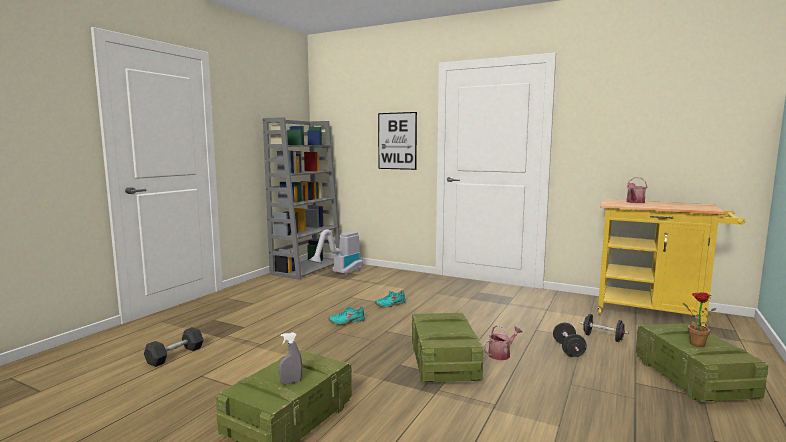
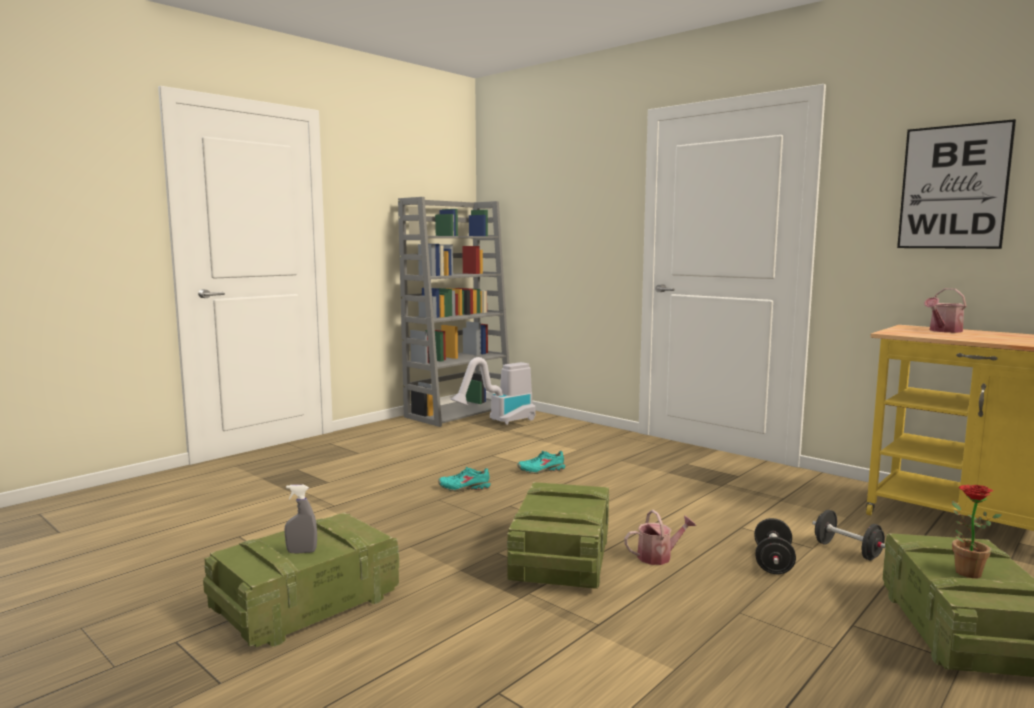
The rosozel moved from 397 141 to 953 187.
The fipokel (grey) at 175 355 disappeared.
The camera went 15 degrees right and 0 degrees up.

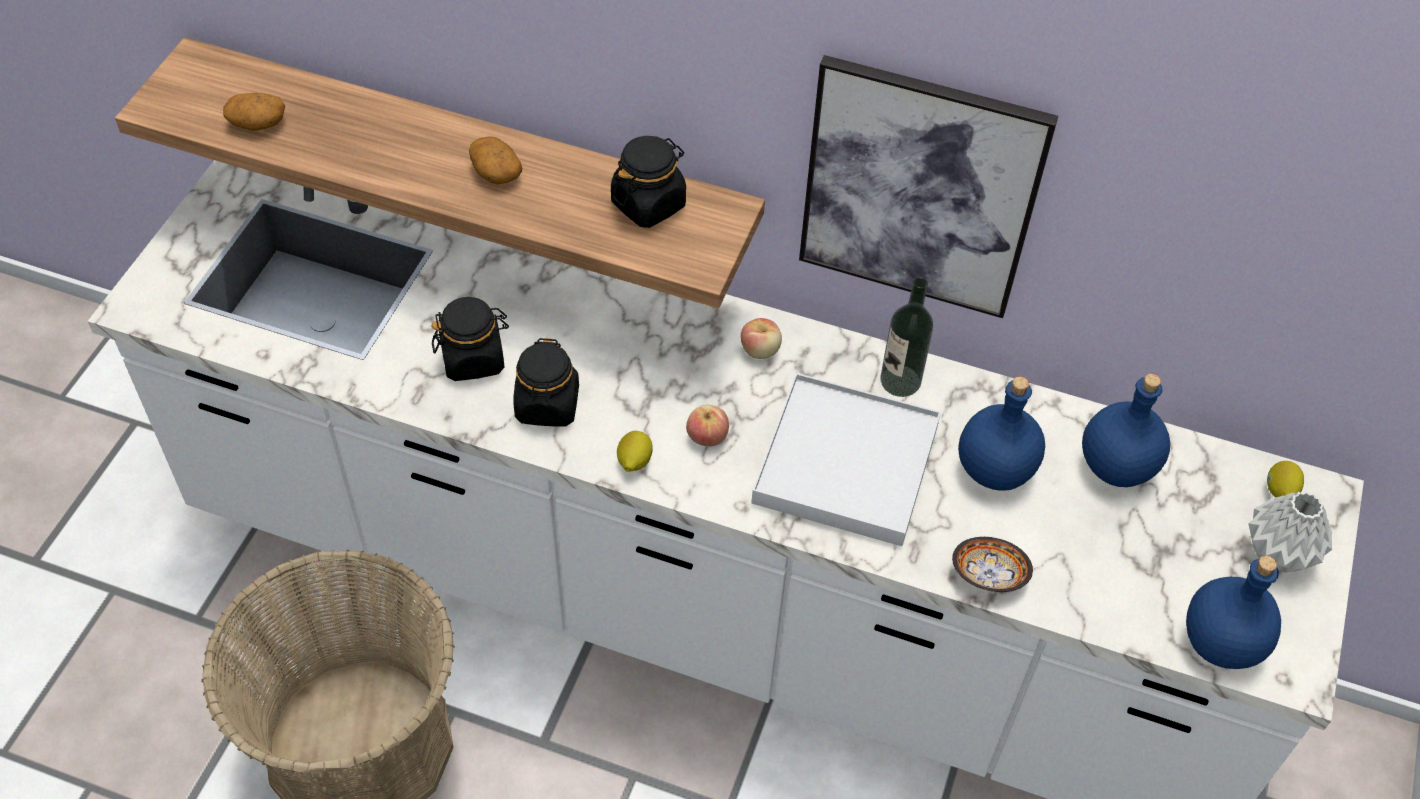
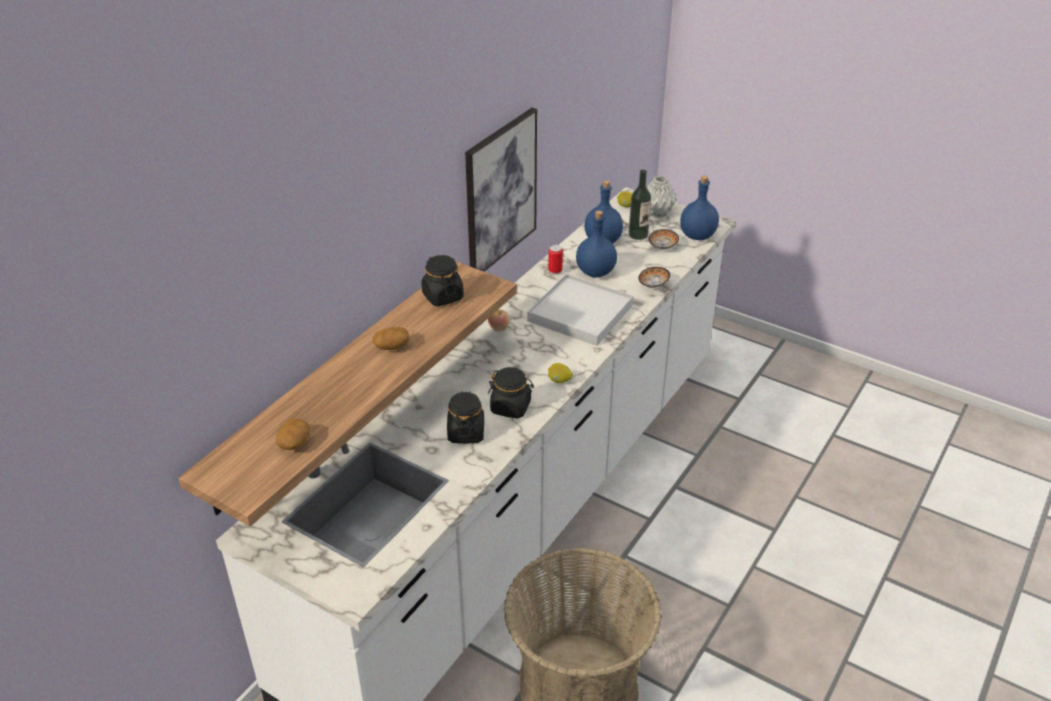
The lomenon moved from 900 381 to 638 234.
The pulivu at 707 437 disappeared.
The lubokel at 663 247 appeared.
The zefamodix at 555 271 appeared.
The camera went 75 degrees left and 15 degrees down.

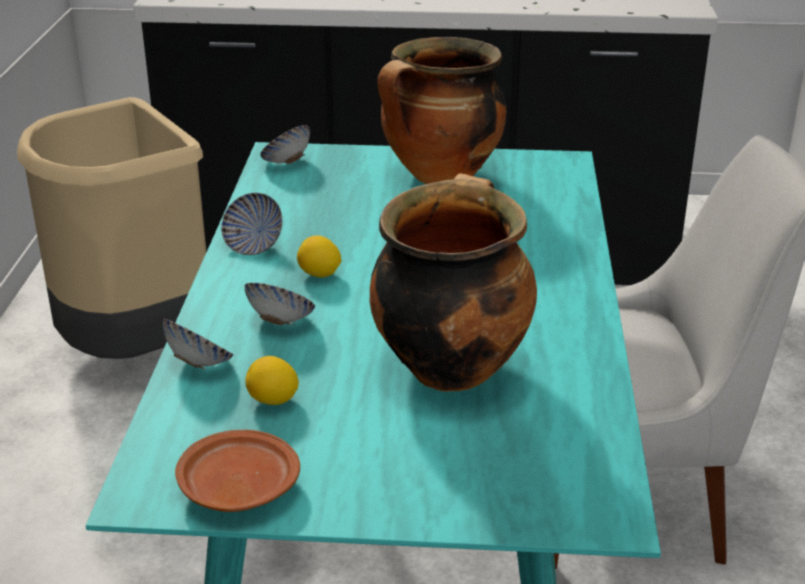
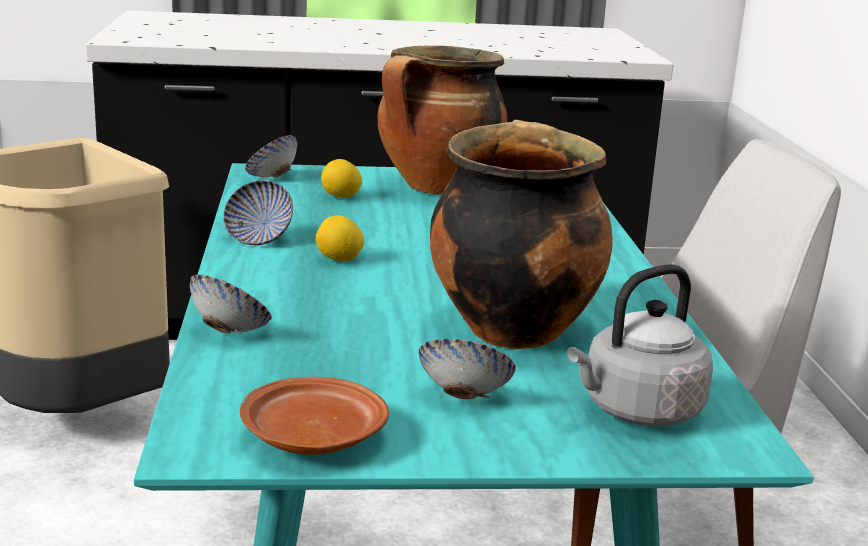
The lubokel moved from 280 322 to 464 397.
The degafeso moved from 273 401 to 341 197.
The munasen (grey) at 637 411 appeared.
The camera went 10 degrees left and 10 degrees down.

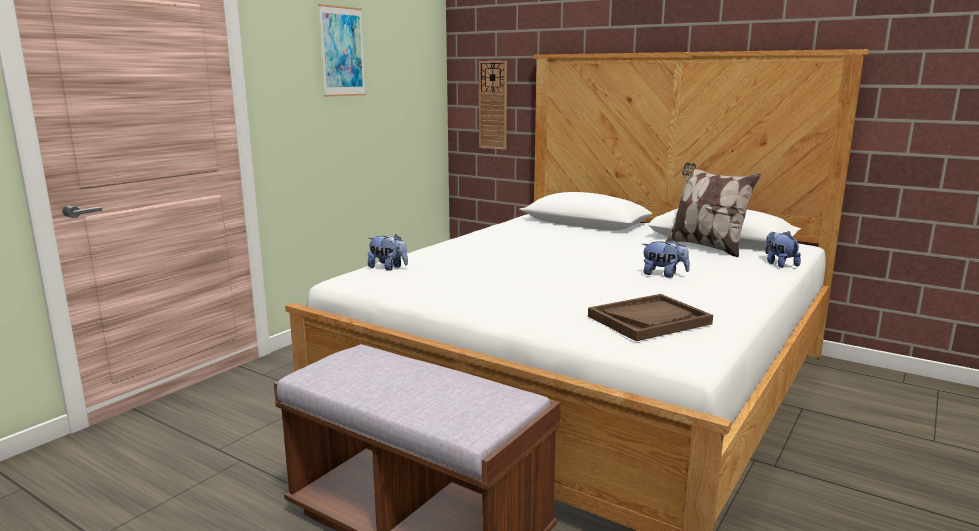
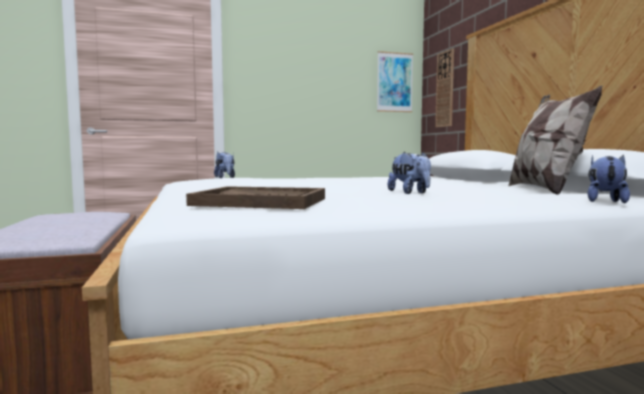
The rosozel moved from 342 51 to 394 82.
The camera went 40 degrees right and 10 degrees down.

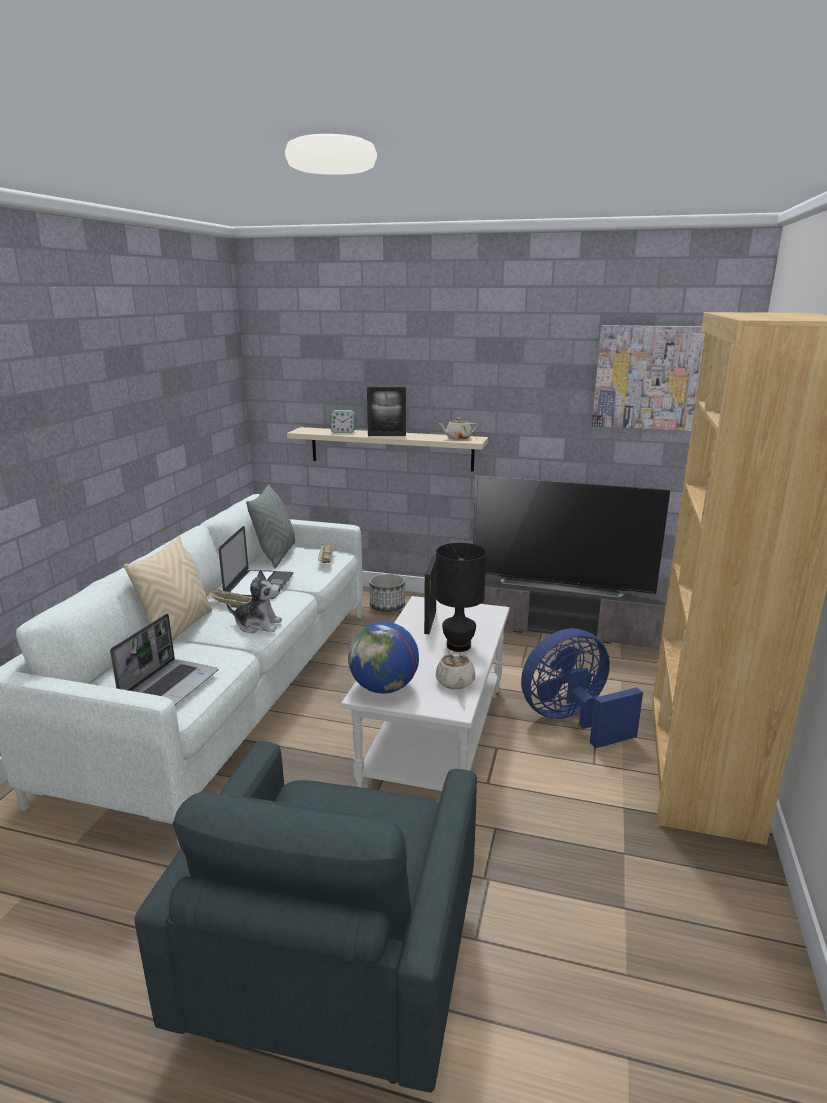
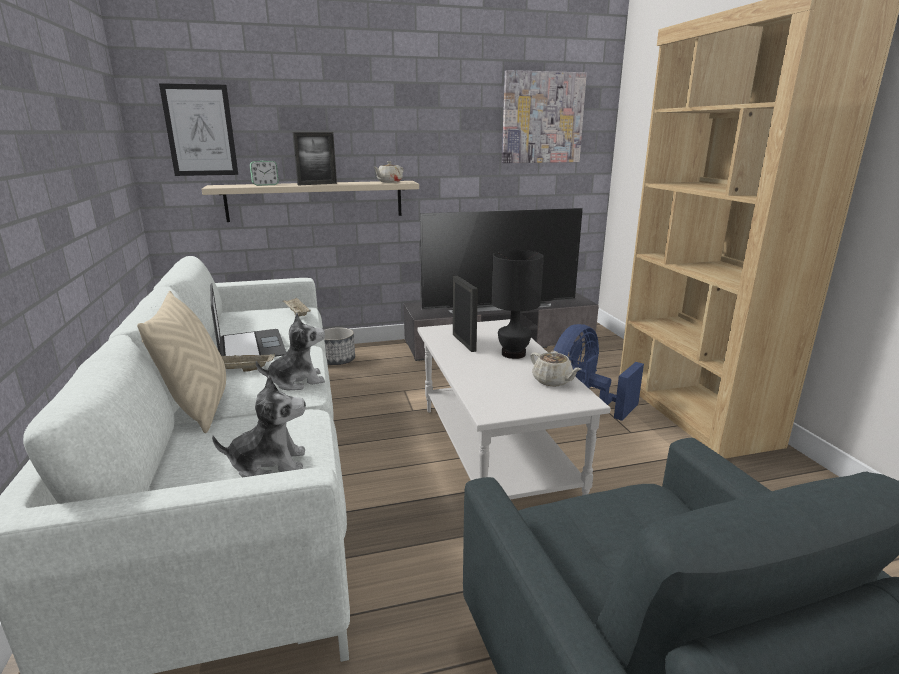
The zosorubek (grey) at 276 555 disappeared.
The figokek at 170 686 was replaced by the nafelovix at 269 464.
The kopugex at 384 688 disappeared.
The rosozel at 200 131 appeared.
The camera went 30 degrees left and 0 degrees up.

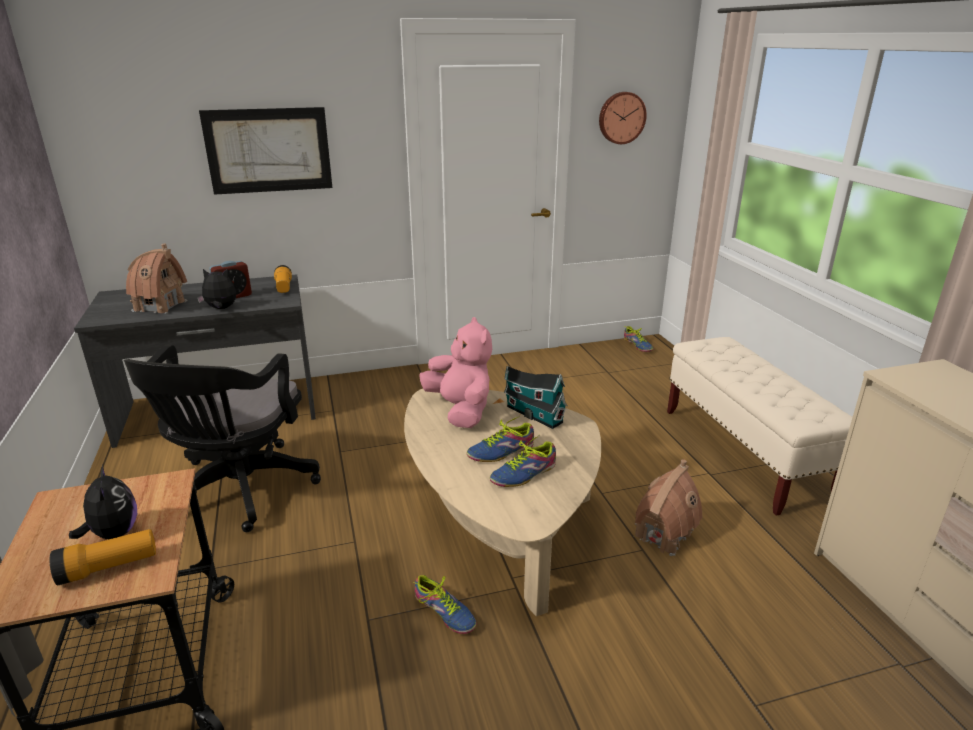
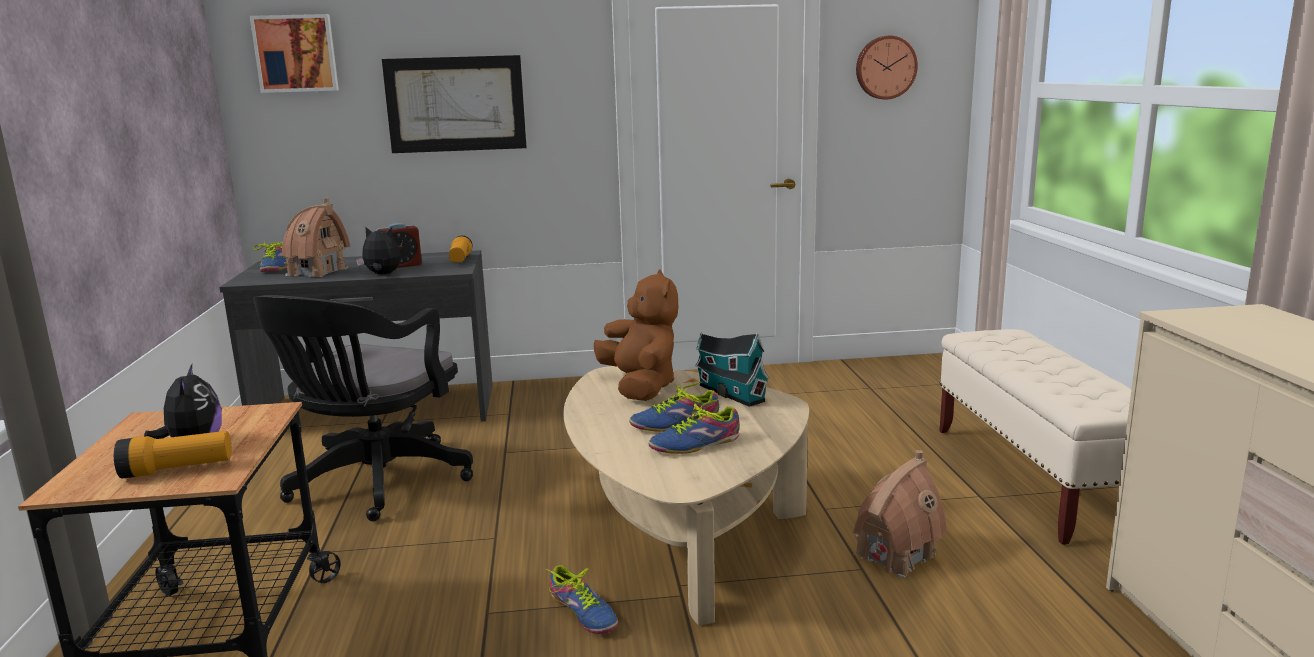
The nafelovix (pink) at 460 410 became the nafelovix (brown) at 640 387.
The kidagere moved from 638 345 to 275 267.
The rosozel at 296 53 appeared.
The camera went 10 degrees right and 10 degrees down.

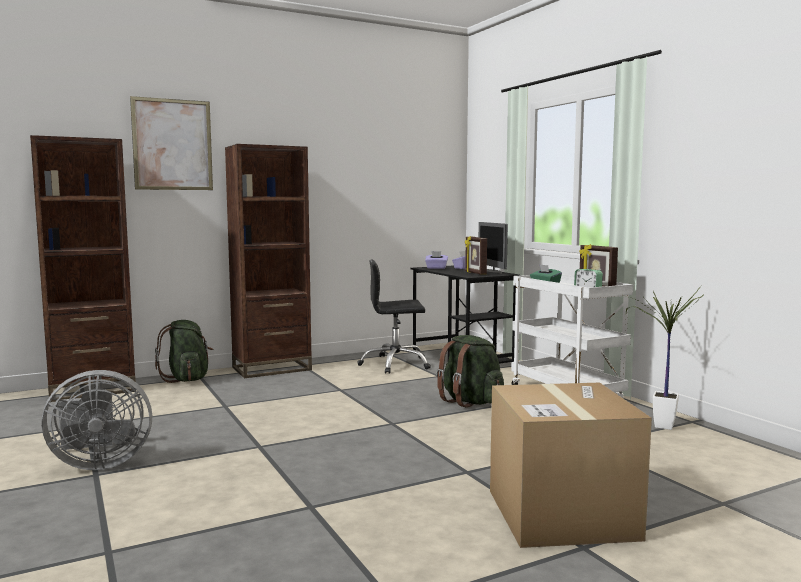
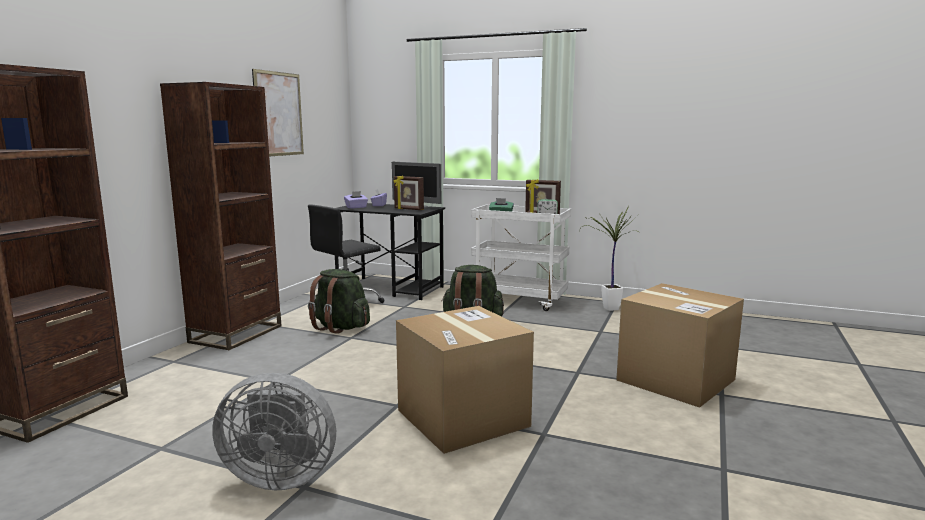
The rosozel moved from 172 144 to 279 114.
The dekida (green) moved from 187 379 to 340 328.
The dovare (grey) at 99 463 turned 60 degrees clockwise.
The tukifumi at 462 418 appeared.
The camera went 40 degrees left and 5 degrees up.

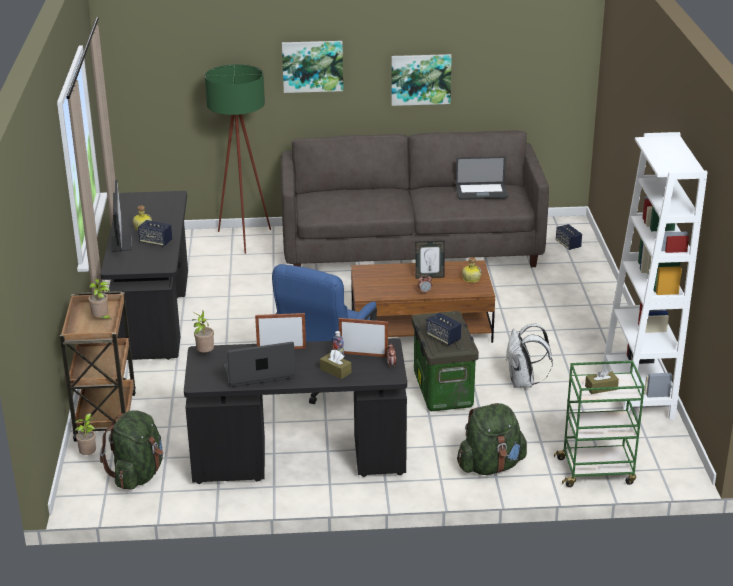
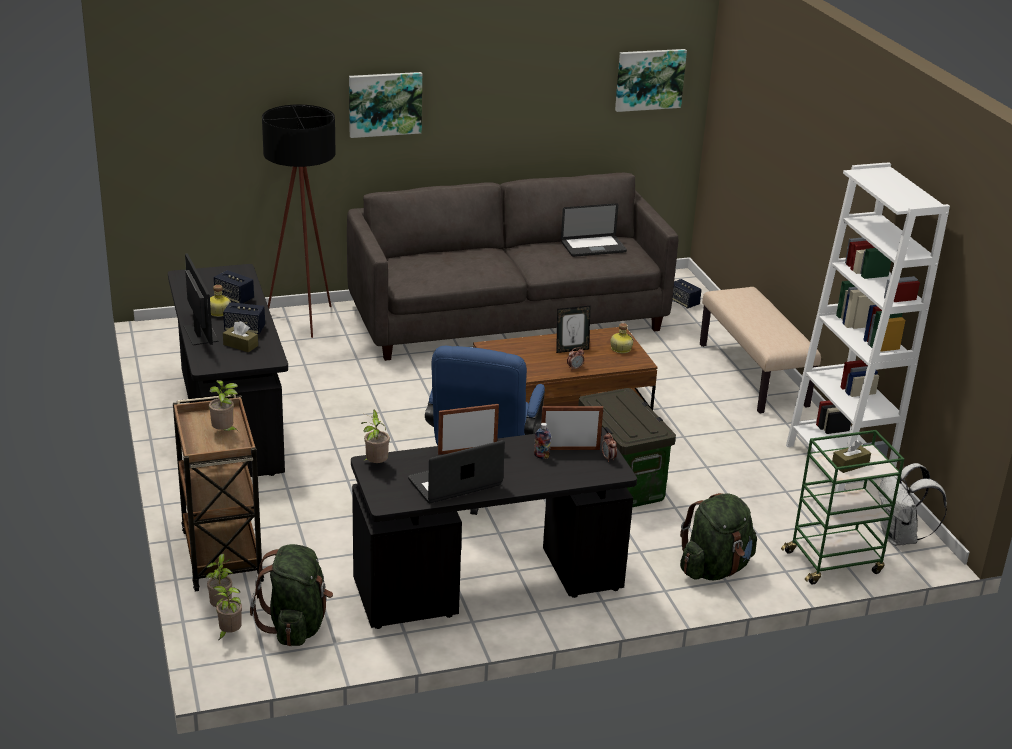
The rosozel moved from 420 79 to 649 79.
The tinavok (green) at 244 241 became the tinavok (black) at 304 323.
The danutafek moved from 443 338 to 234 298.
The dekida (white) moved from 523 383 to 900 538.
The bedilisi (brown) moved from 335 371 to 240 345.
The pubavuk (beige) at 753 375 appeared.
The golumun at 229 634 appeared.
The camera went 15 degrees left and 0 degrees up.

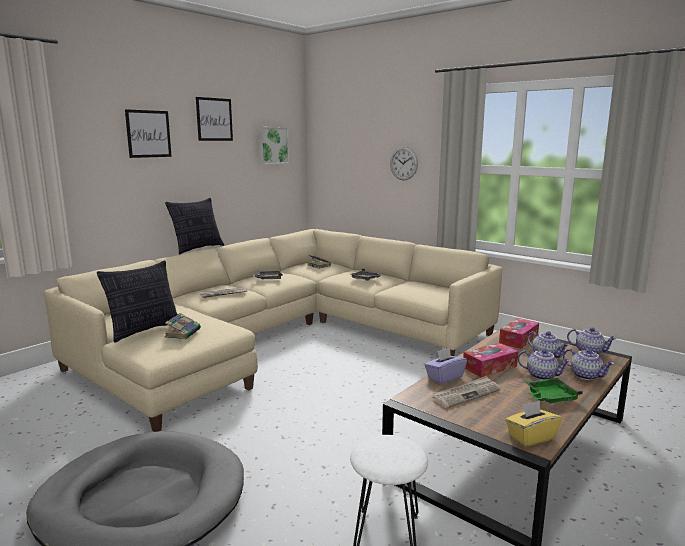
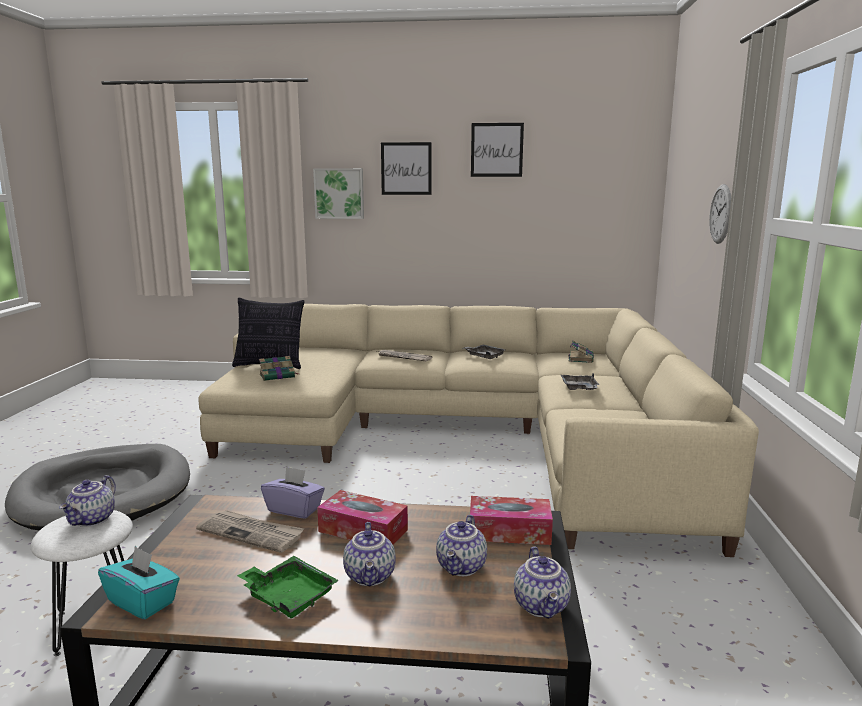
The rosozel moved from 272 145 to 339 193.
The zosorubek at 198 249 disappeared.
The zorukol moved from 586 376 to 93 520.
The bedilisi (yellow) at 531 437 became the bedilisi (turquoise) at 142 602.
The camera went 55 degrees right and 0 degrees up.

